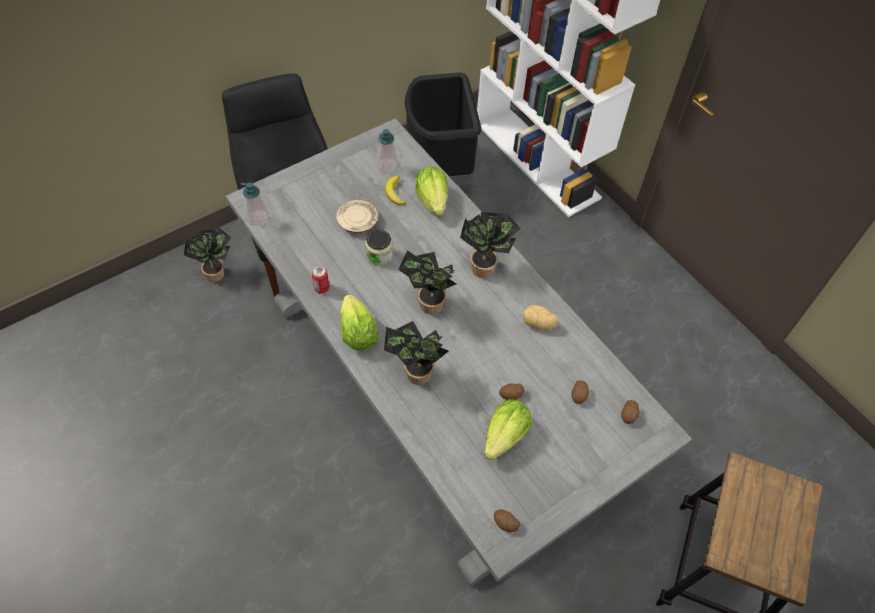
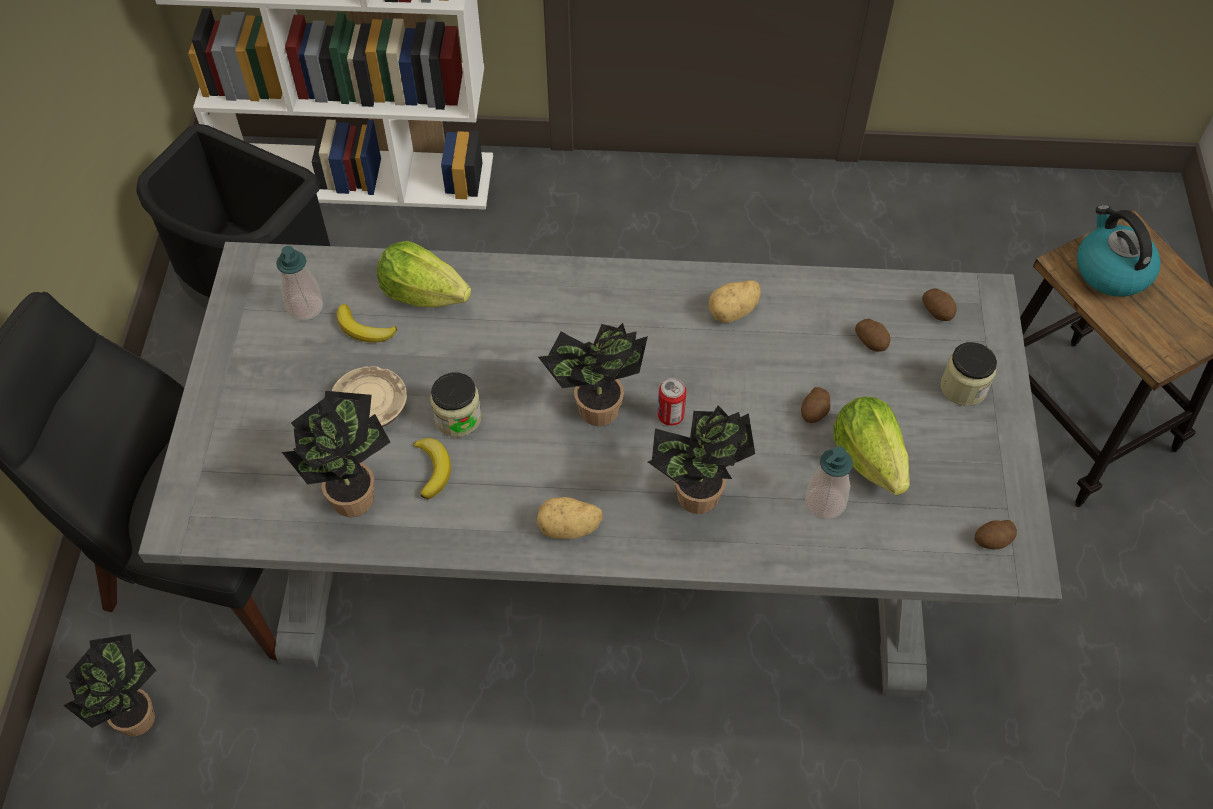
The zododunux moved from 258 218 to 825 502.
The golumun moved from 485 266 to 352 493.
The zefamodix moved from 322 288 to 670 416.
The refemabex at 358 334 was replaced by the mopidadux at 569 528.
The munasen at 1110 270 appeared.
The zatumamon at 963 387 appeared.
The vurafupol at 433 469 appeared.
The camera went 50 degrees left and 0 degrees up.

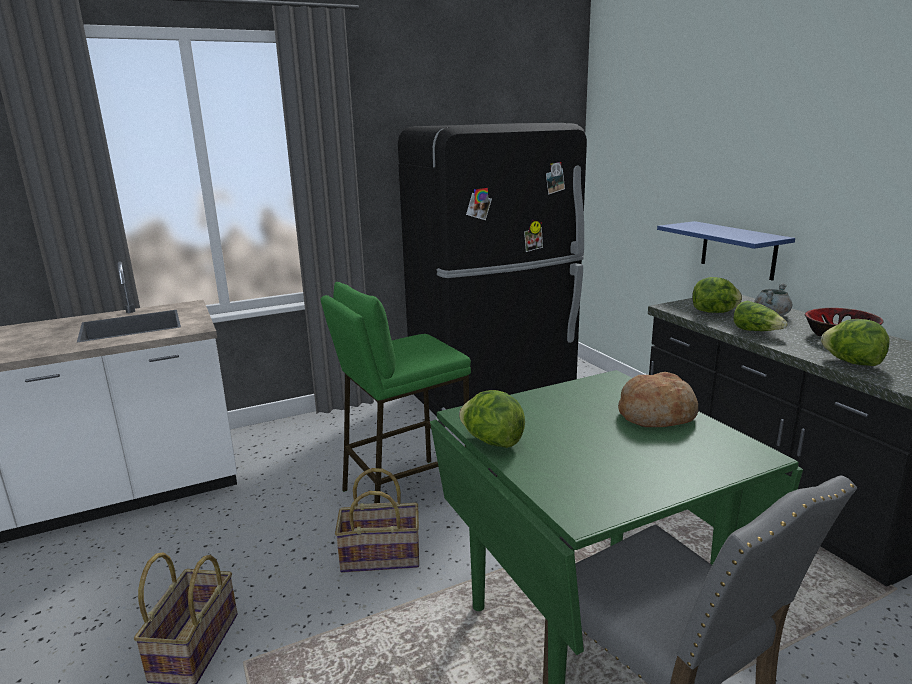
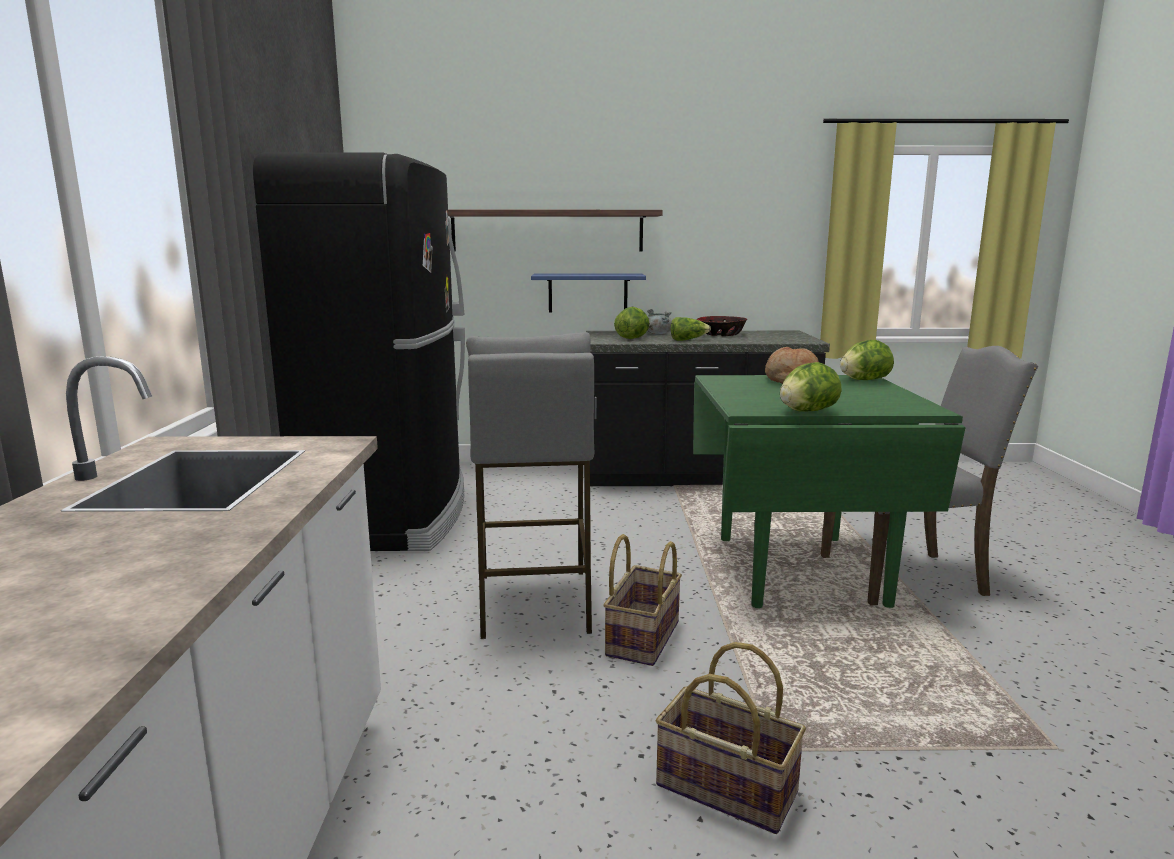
The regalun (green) at 404 493 became the regalun (grey) at 533 603.
The refemabex moved from 851 362 to 864 380.
The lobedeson at 547 231 appeared.
The camera went 65 degrees left and 5 degrees down.

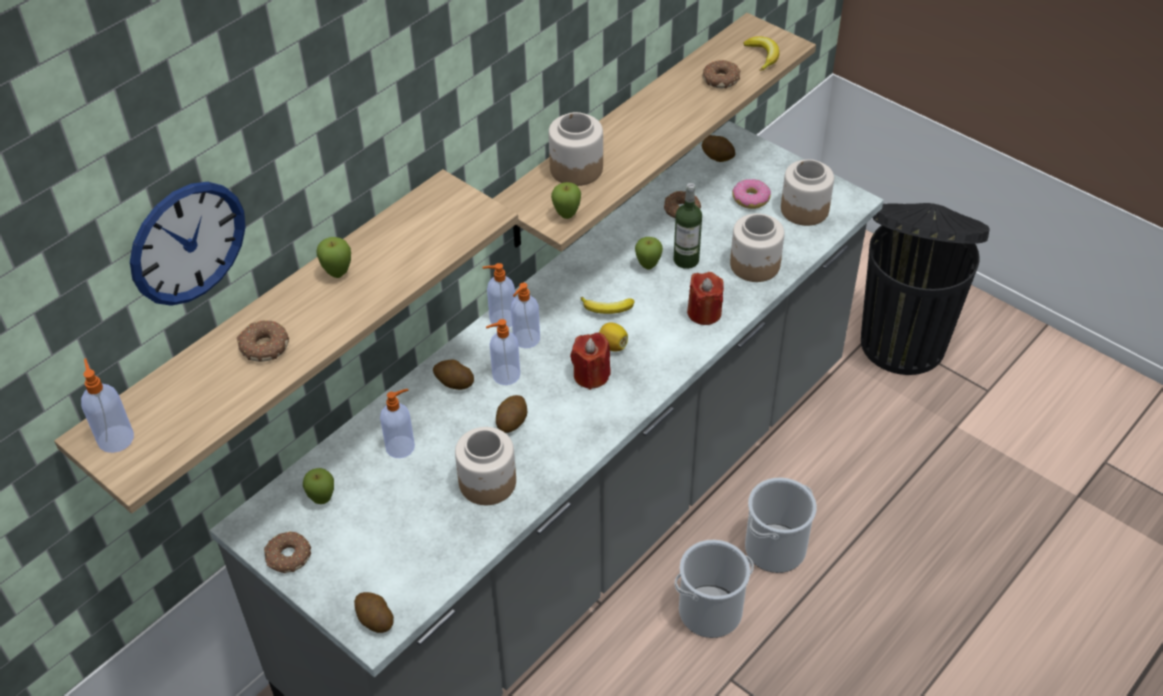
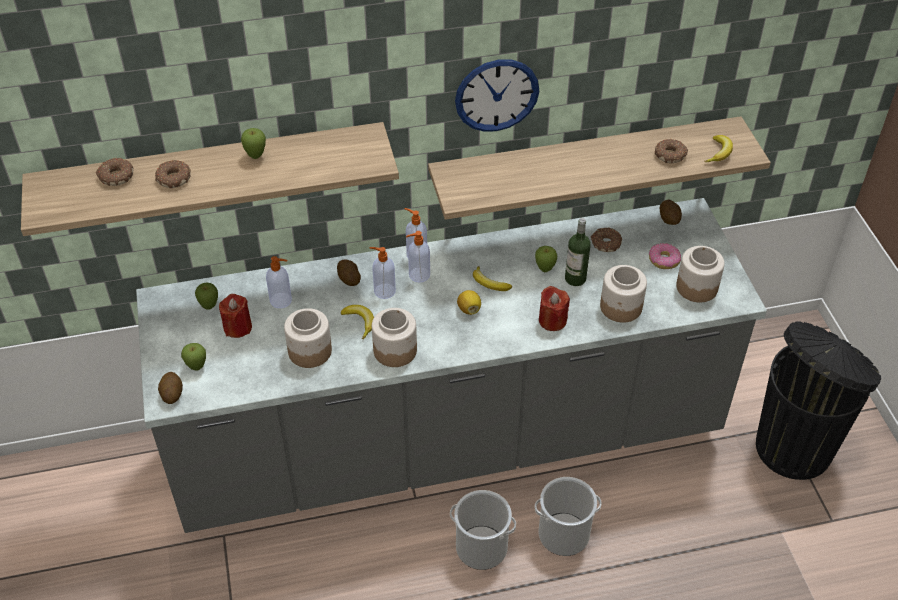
The zatumamon moved from 576 168 to 395 350.
The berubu moved from 187 243 to 496 95.
The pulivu moved from 566 215 to 197 367.
The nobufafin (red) moved from 591 375 to 237 327.
The zododunux at 115 438 disappeared.
The mopidadux at 511 421 was replaced by the vurafupol at 360 322.
The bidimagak moved from 288 557 to 116 176.
The camera went 35 degrees right and 0 degrees up.

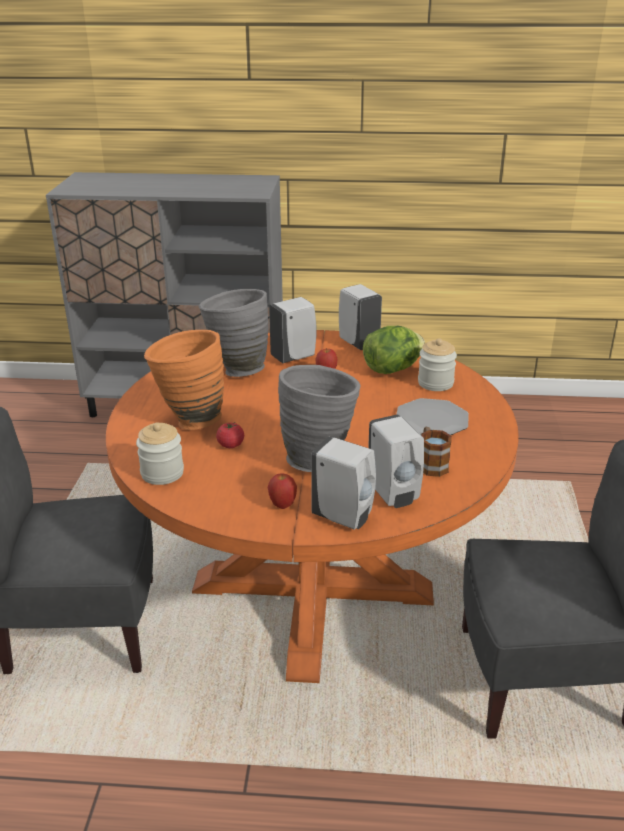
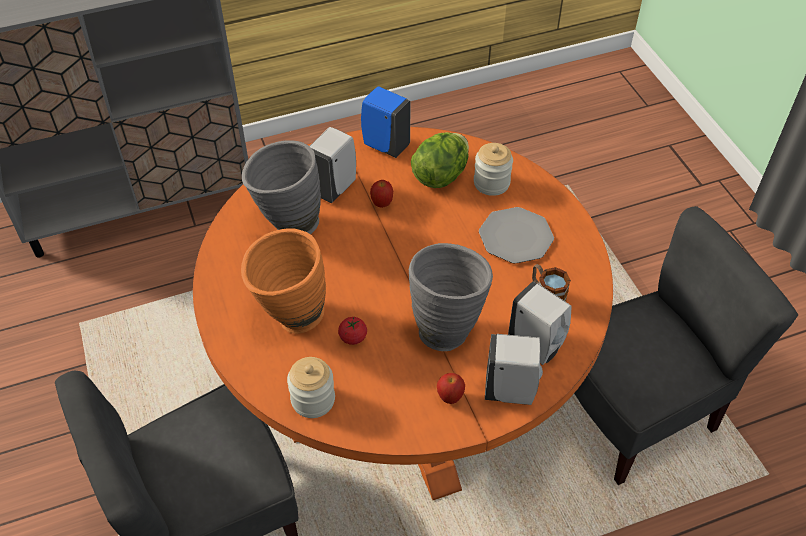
The zododunux (white) at 358 343 became the zododunux (blue) at 385 145.
The camera went 25 degrees left and 20 degrees up.

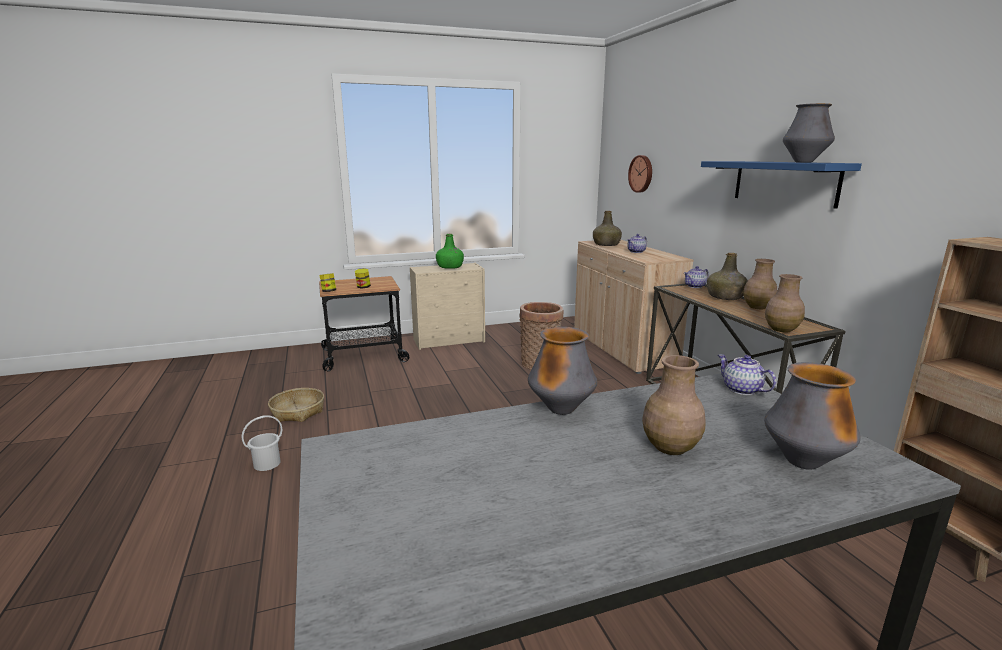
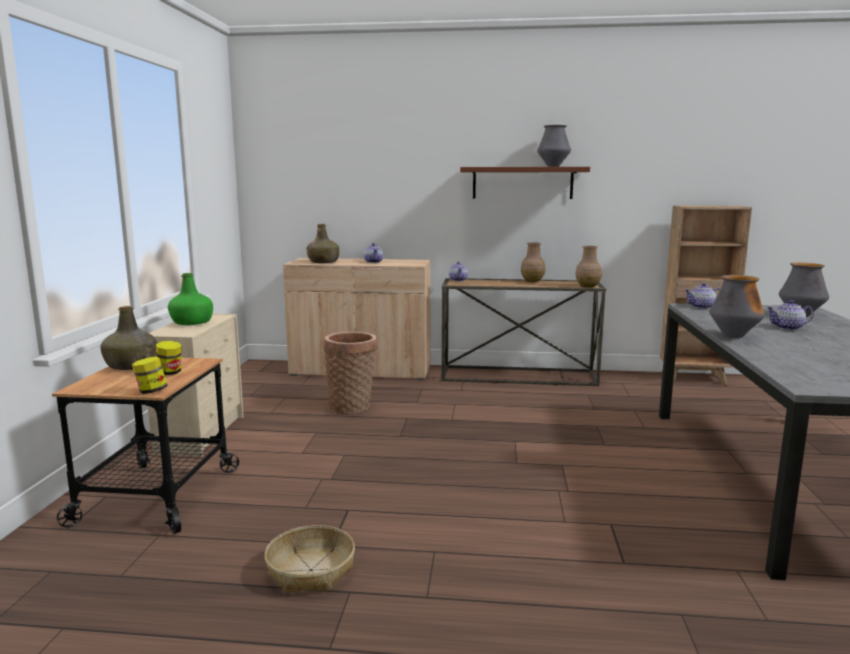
The berubu at 641 174 disappeared.
The lobedeson (blue) at 784 182 became the lobedeson (brown) at 522 183.
The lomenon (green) moved from 725 297 to 132 366.
The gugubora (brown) at 670 447 was replaced by the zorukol at 788 328.
The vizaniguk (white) at 266 463 disappeared.
The camera went 65 degrees left and 5 degrees down.

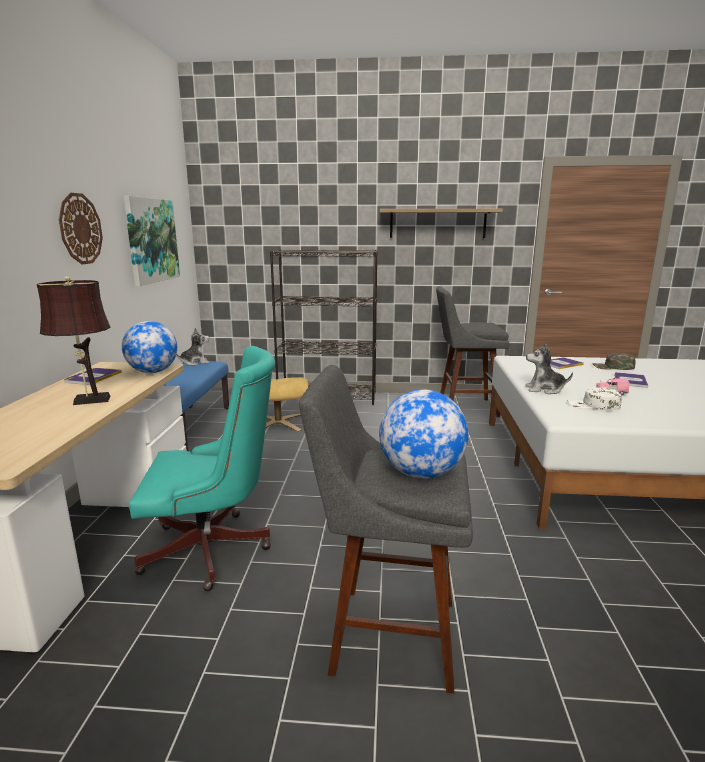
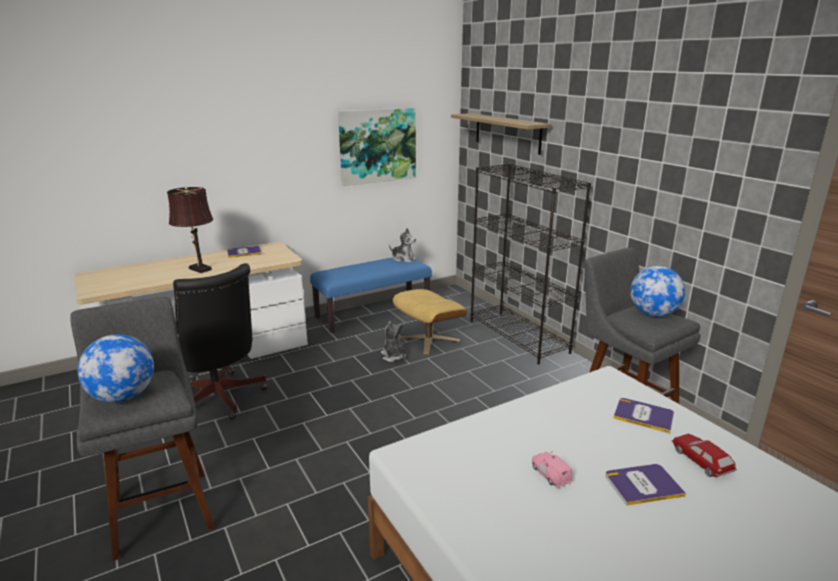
The berubu at 80 229 disappeared.
The lobedeson moved from 437 223 to 507 133.
The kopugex moved from 152 372 to 653 314.
The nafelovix moved from 544 389 to 393 356.
The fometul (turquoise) at 214 550 became the fometul (black) at 219 401.
The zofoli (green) at 613 367 was replaced by the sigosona at 701 460.
The zofoli (white) at 593 405 disappeared.
The camera went 55 degrees right and 5 degrees up.

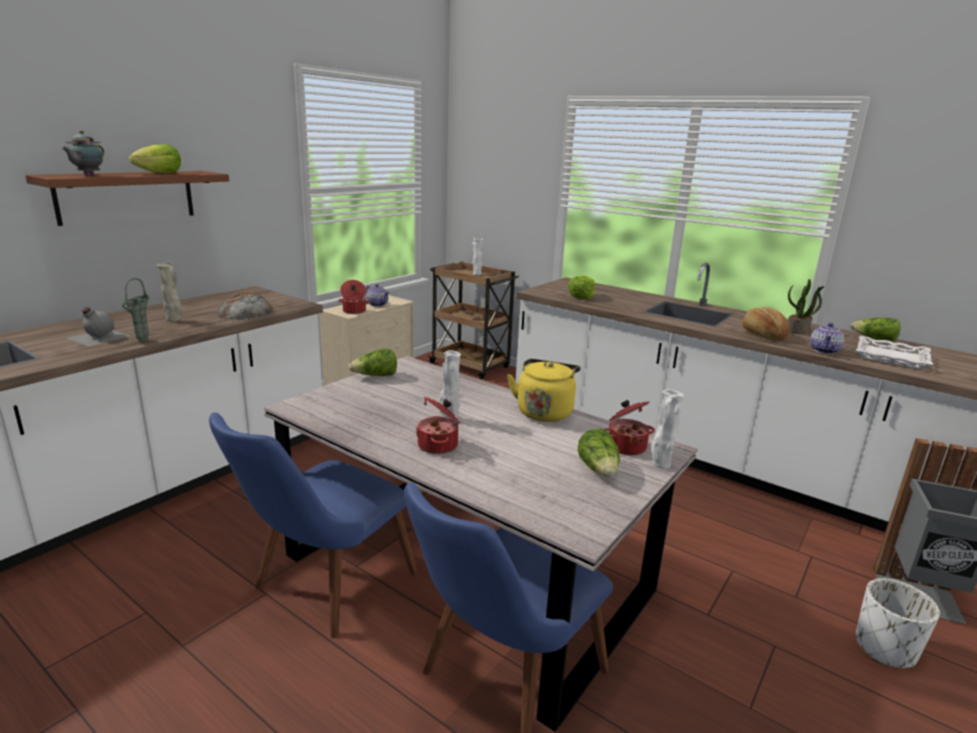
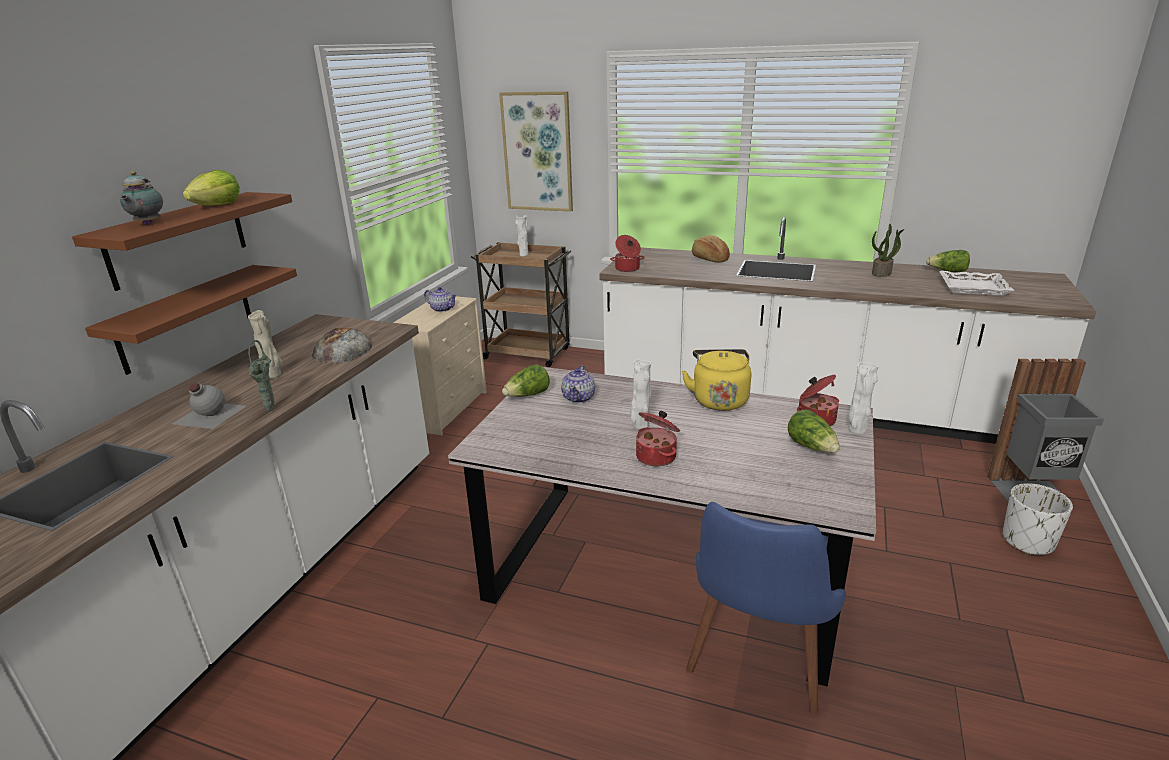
The refemabex at 581 297 disappeared.
The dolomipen moved from 354 311 to 627 269.
The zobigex moved from 763 334 to 709 259.
The zorukol moved from 824 350 to 579 398.
The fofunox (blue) at 322 590 disappeared.
The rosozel at 537 152 appeared.
The lobedeson (brown) at 186 318 appeared.
The camera went 15 degrees left and 5 degrees up.

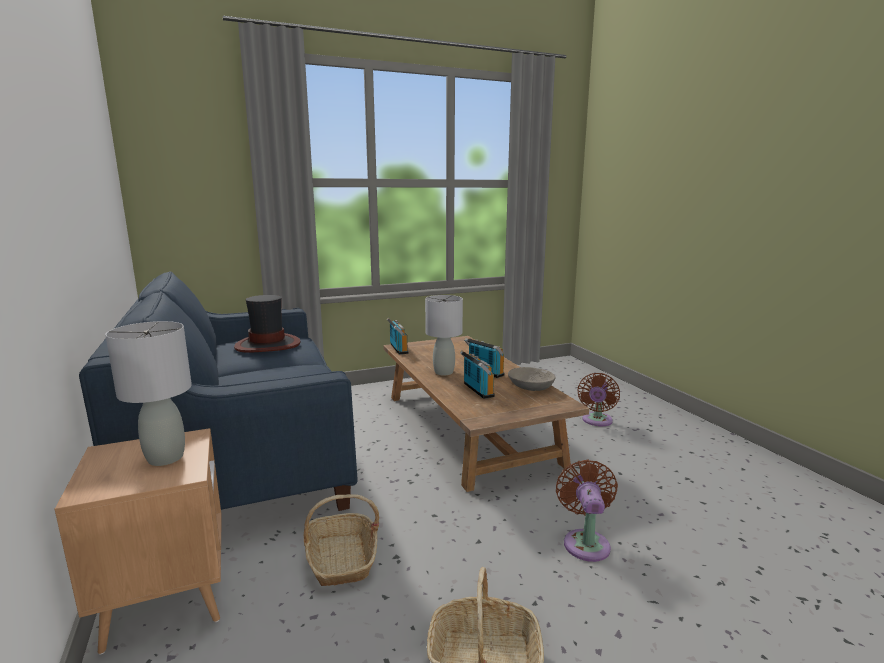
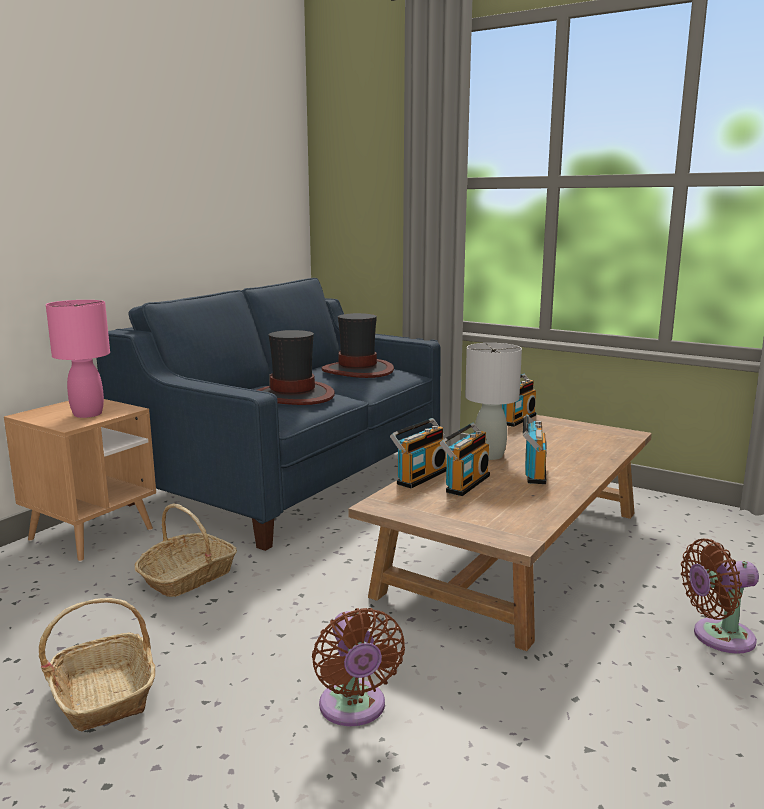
The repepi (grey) at 166 458 became the repepi (pink) at 87 414.
The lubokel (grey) at 530 387 disappeared.
The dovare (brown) at 585 542 turned 105 degrees clockwise.
The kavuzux at 293 396 appeared.
The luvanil at 419 476 appeared.
The camera went 55 degrees right and 0 degrees up.

